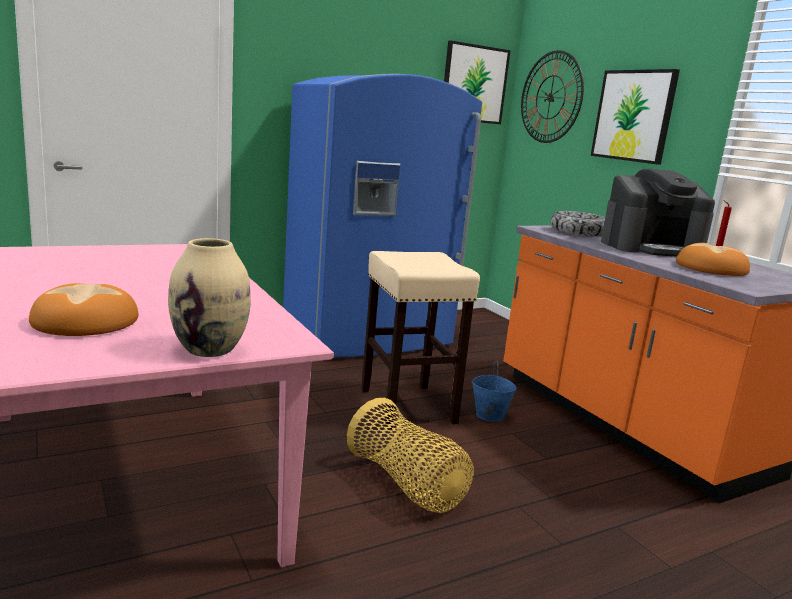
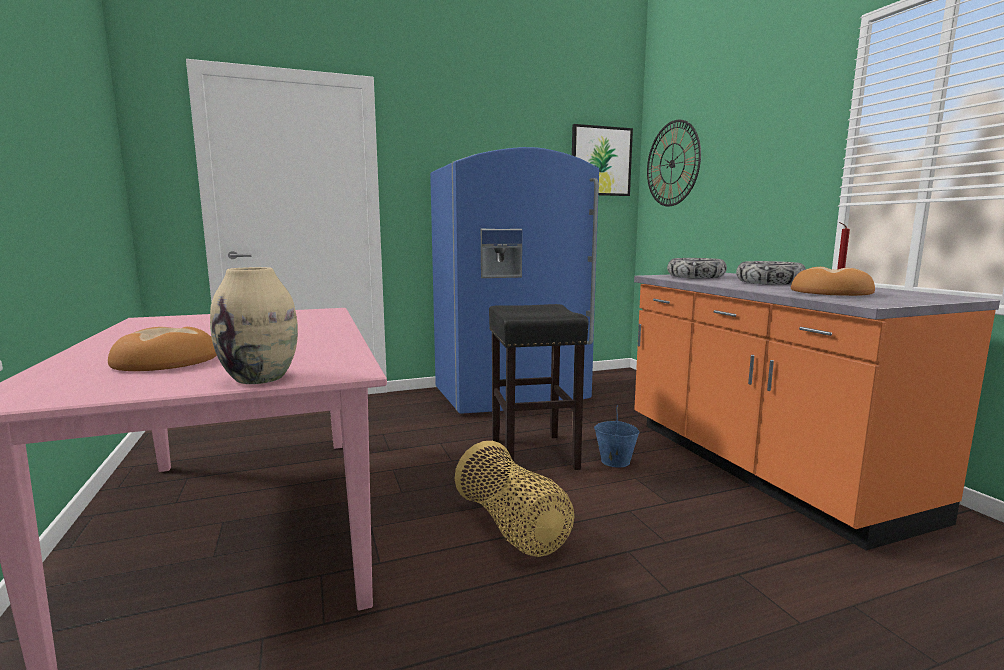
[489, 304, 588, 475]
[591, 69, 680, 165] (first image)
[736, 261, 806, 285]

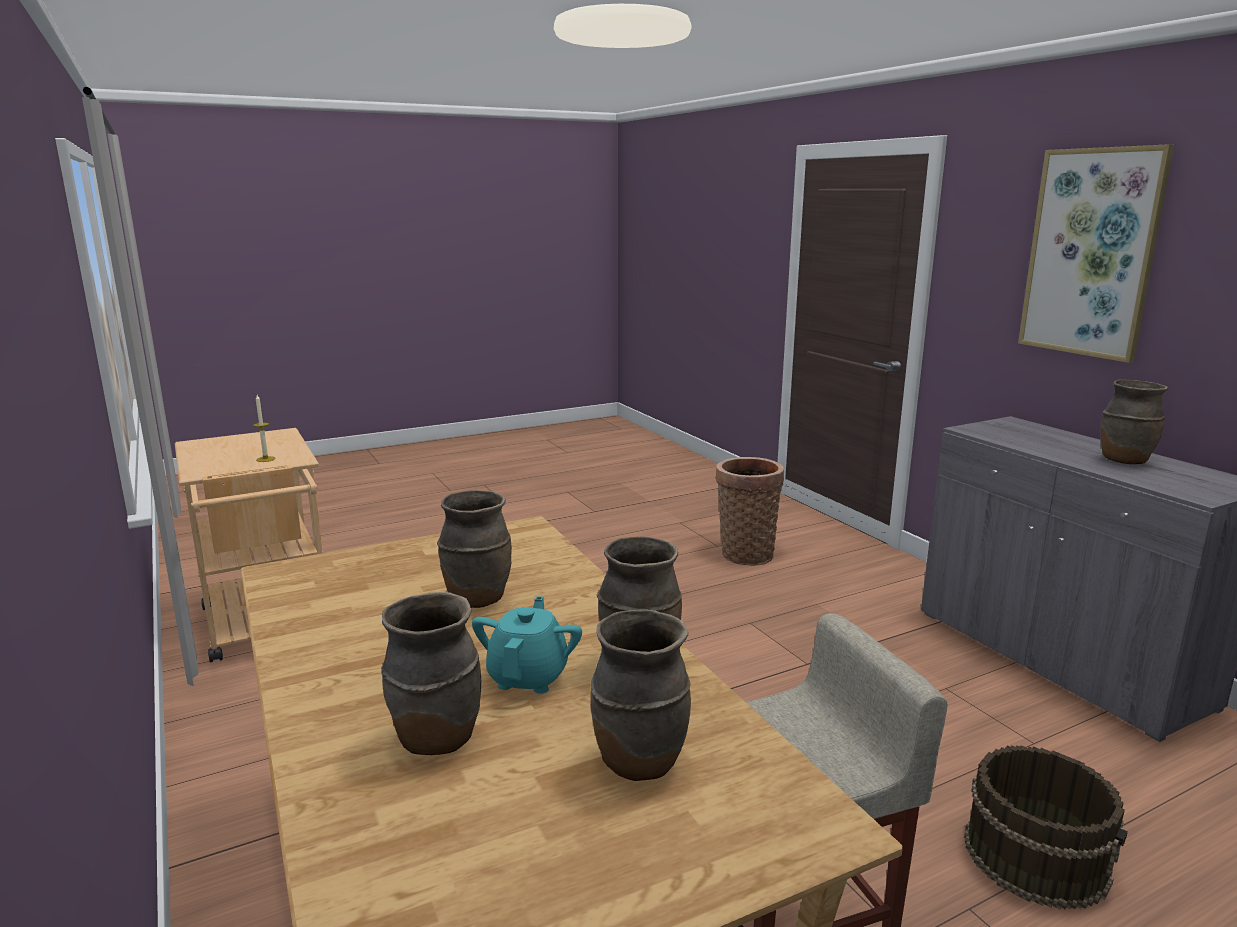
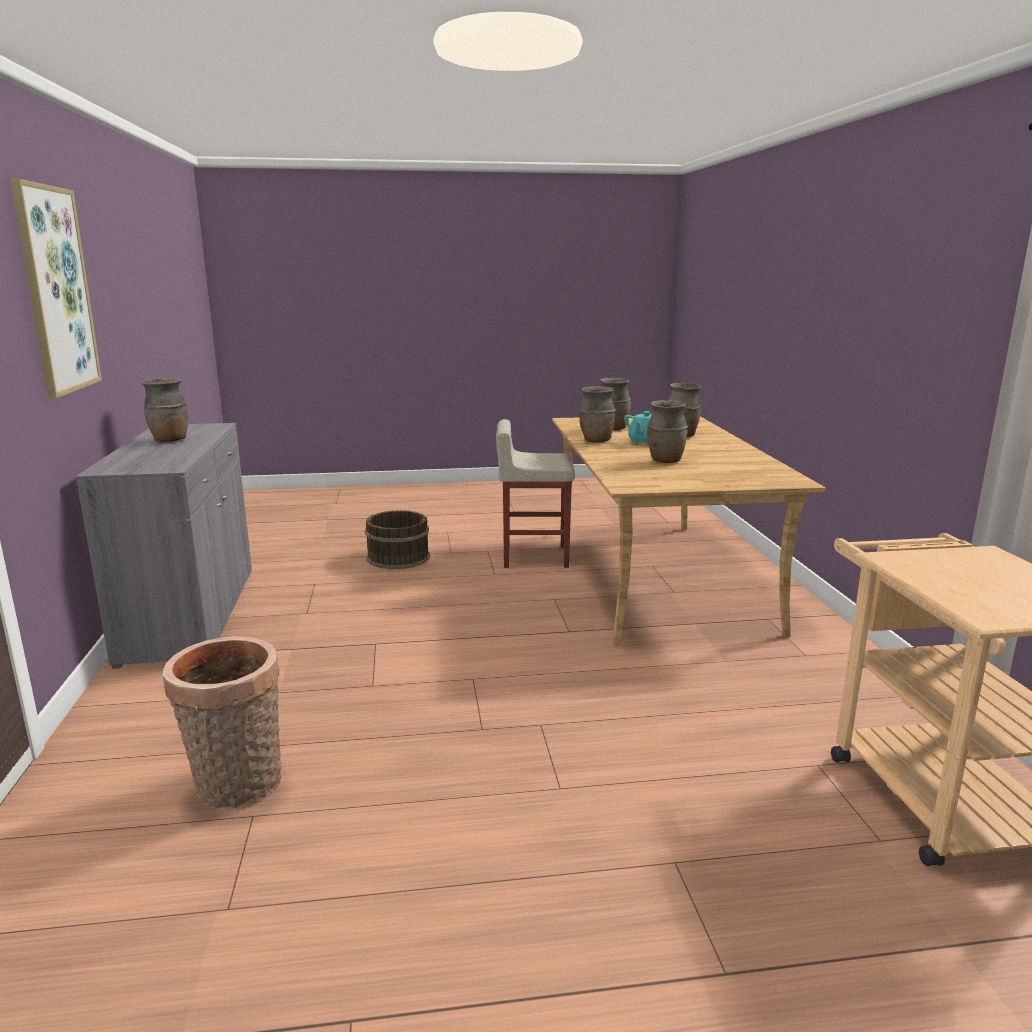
[253, 395, 275, 462] (first image)

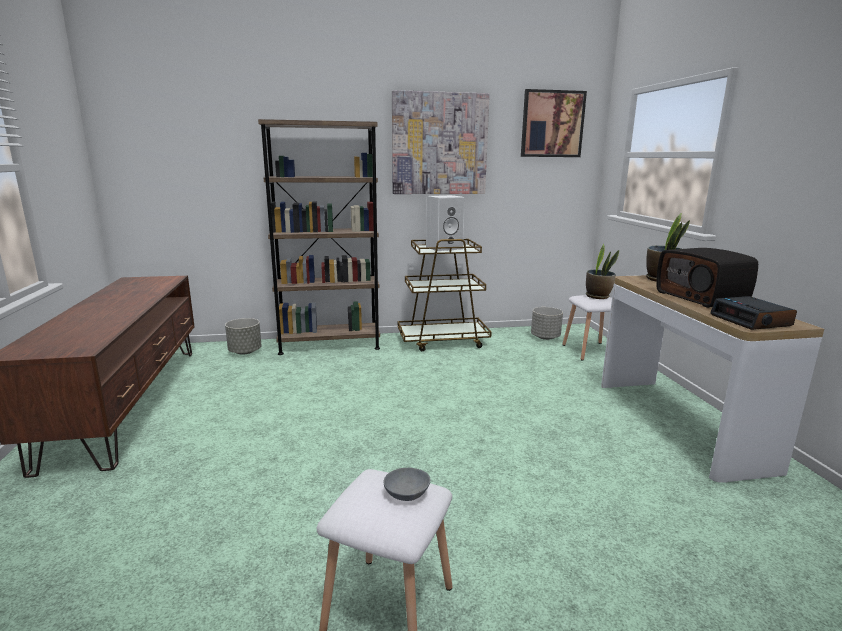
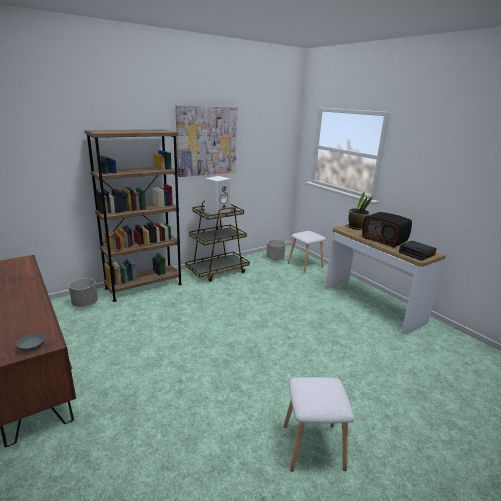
[16, 334, 45, 352]
[521, 89, 587, 157] (first image)
[586, 244, 619, 299] (first image)

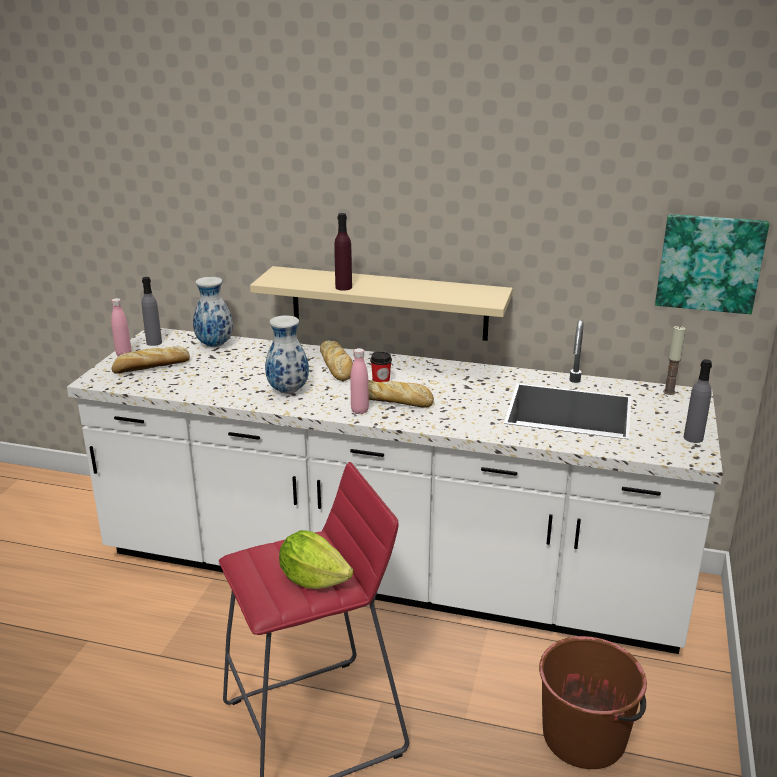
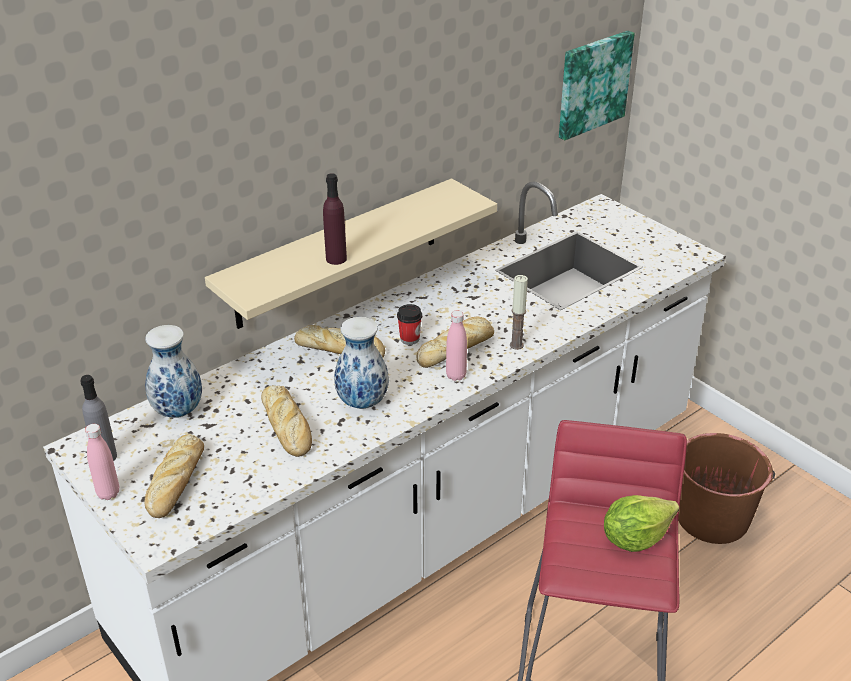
[510, 275, 528, 350]
[684, 359, 712, 443] (first image)
[261, 385, 312, 457]

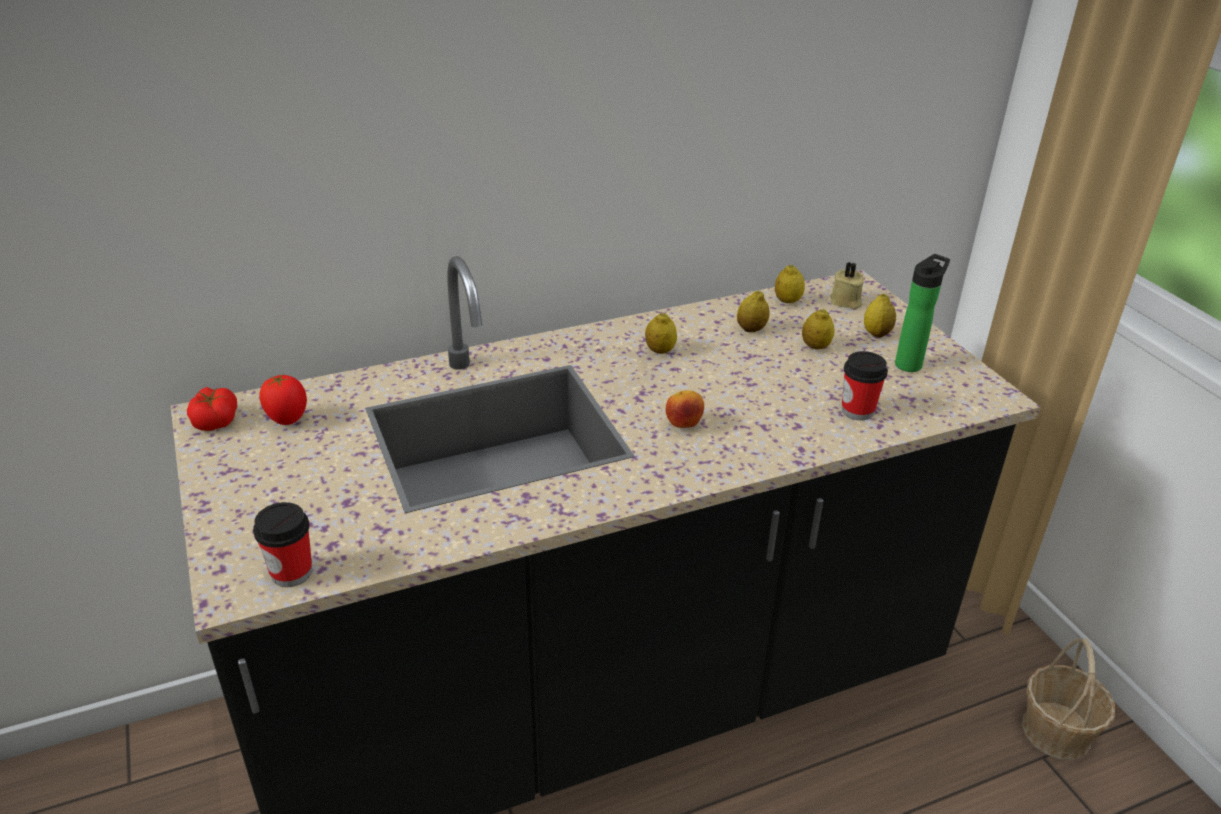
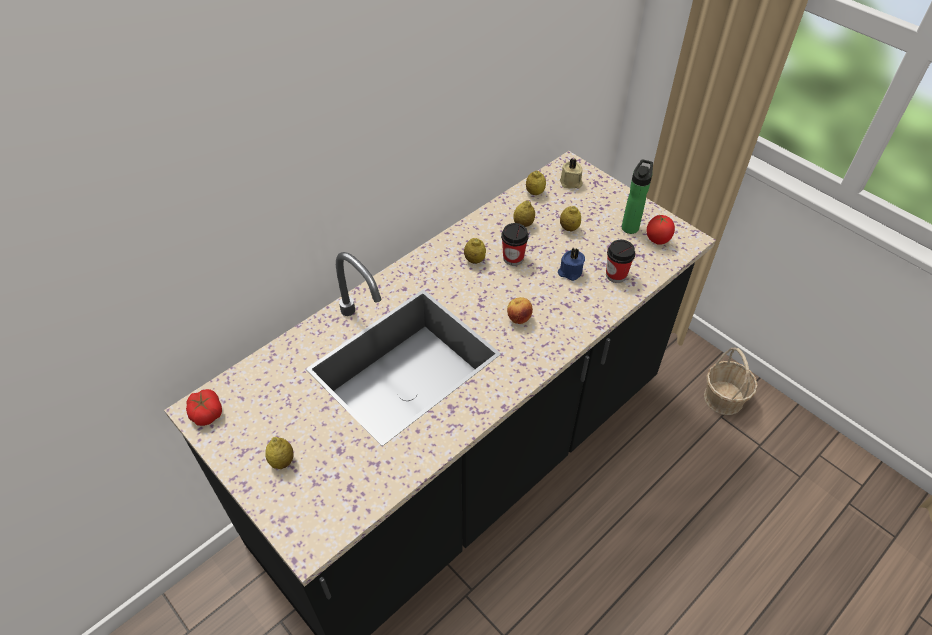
[501, 223, 529, 266]
[647, 215, 675, 245]
[265, 437, 294, 469]
[558, 248, 585, 281]

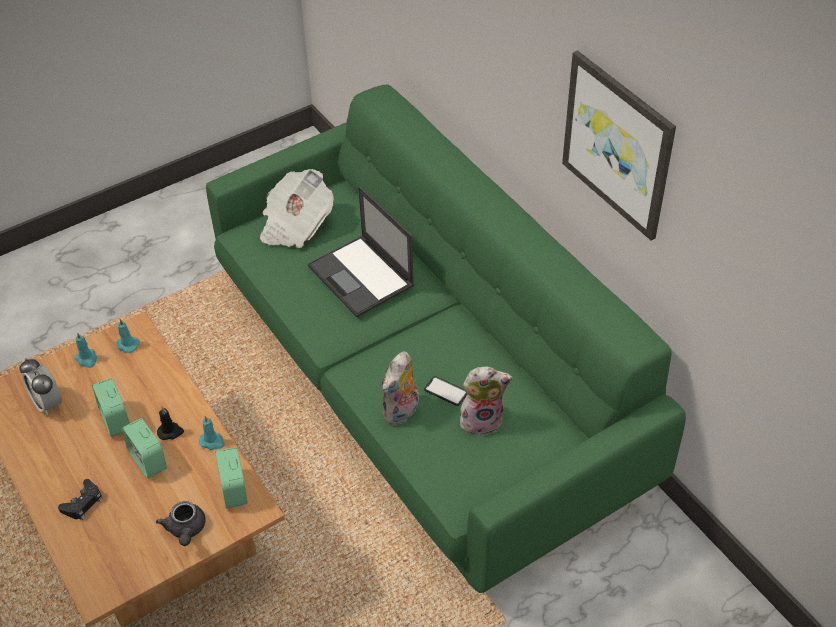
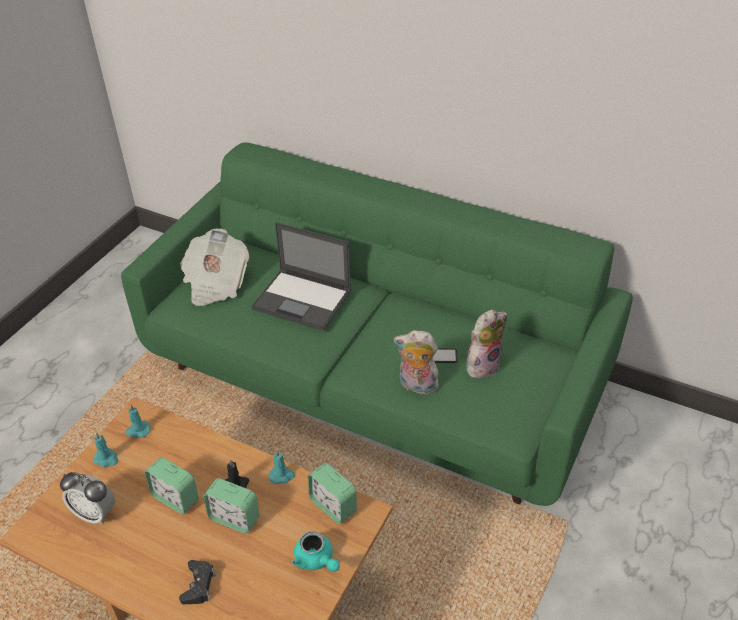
[292, 531, 340, 572]
[394, 330, 441, 395]
[562, 50, 676, 241] (first image)

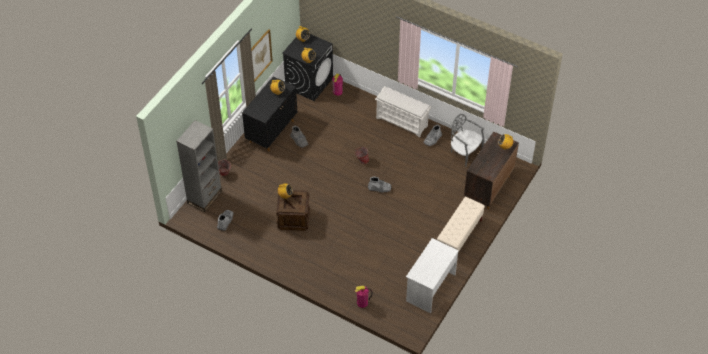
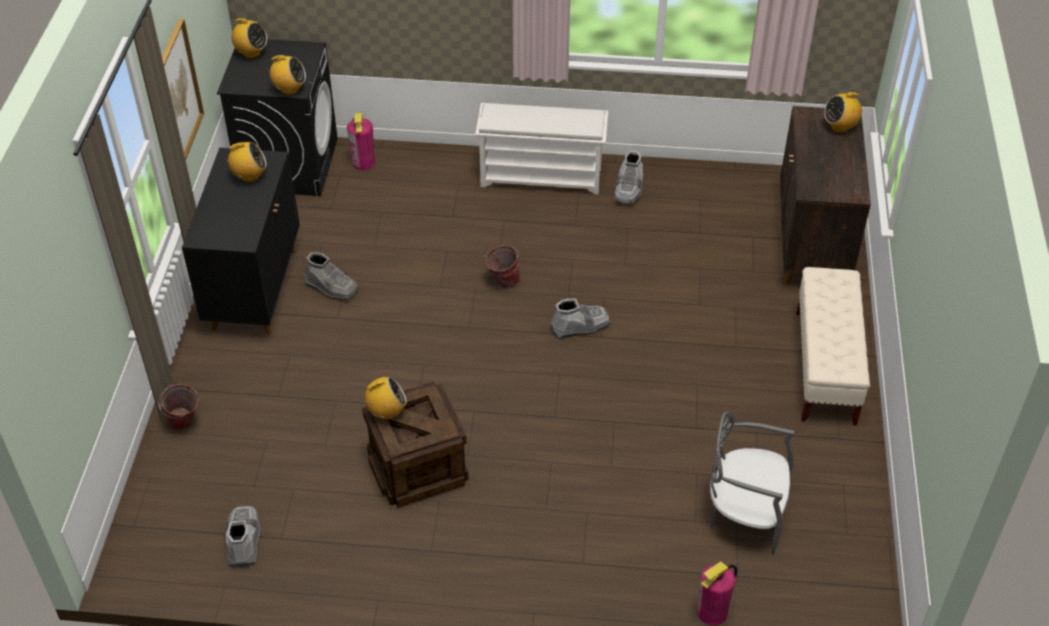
[176, 120, 222, 212] (first image)
[406, 238, 459, 313] (first image)
[710, 412, 794, 555]

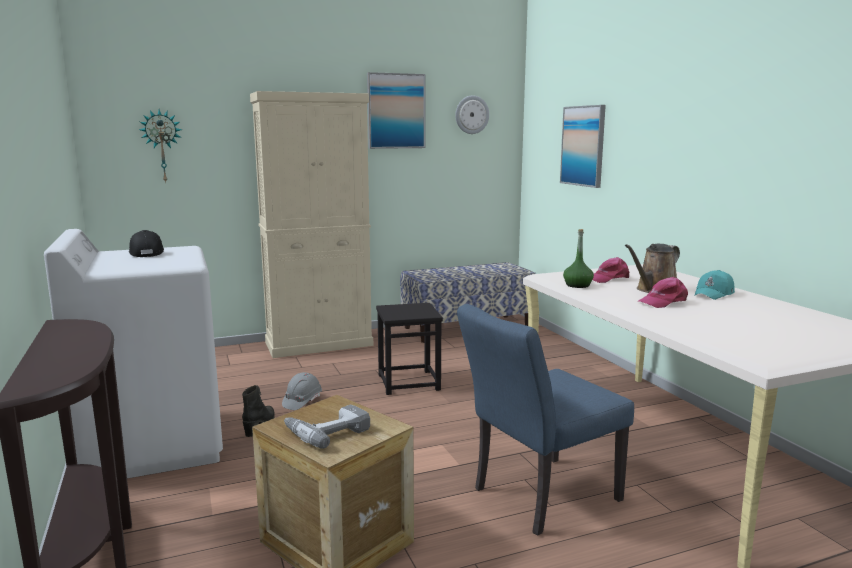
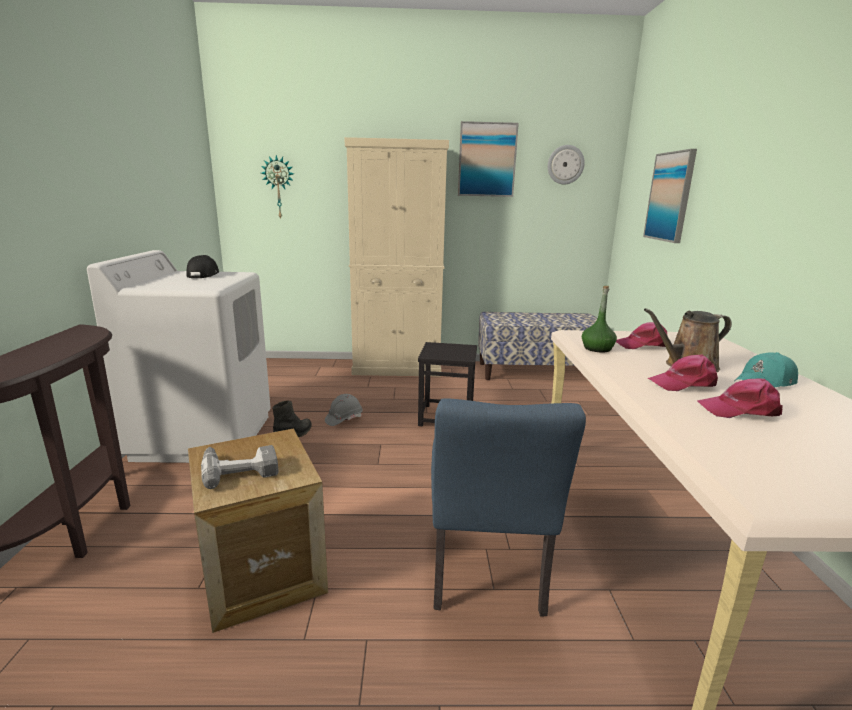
[431, 398, 586, 617]
[697, 379, 783, 418]

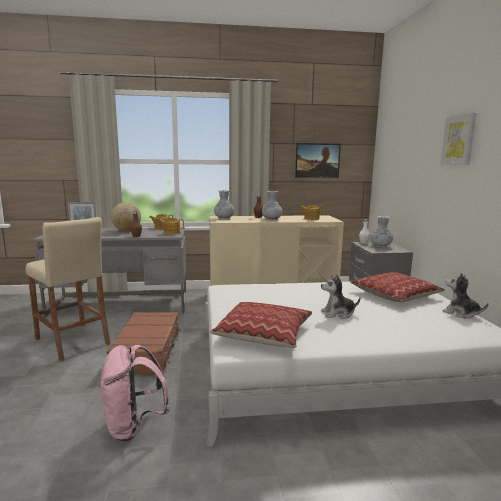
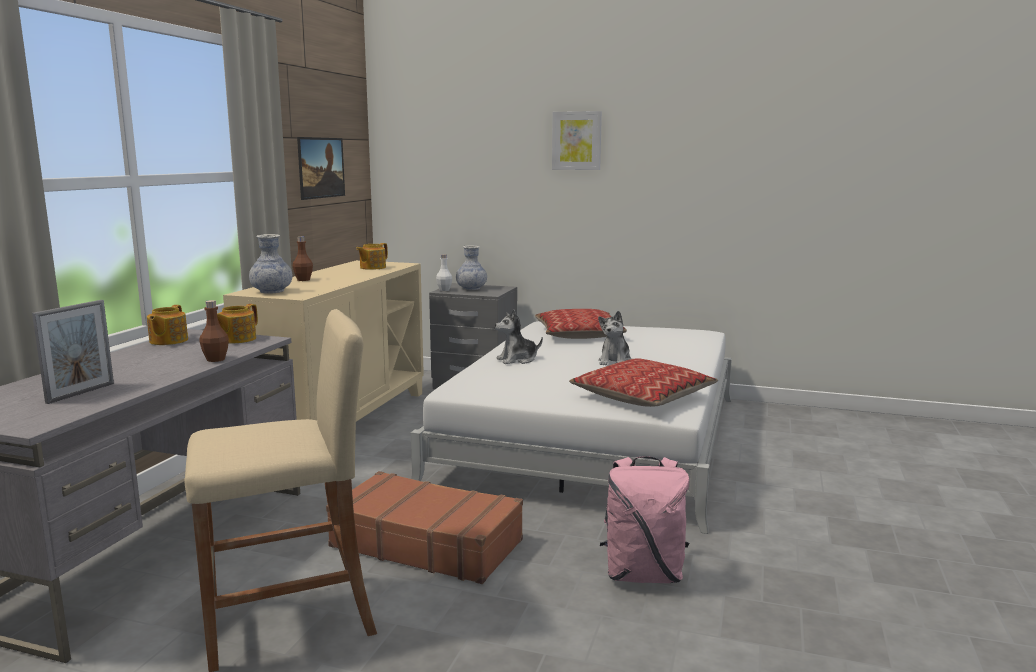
[111, 202, 141, 231] (first image)
[262, 191, 282, 220] (first image)
[495, 310, 543, 364]

